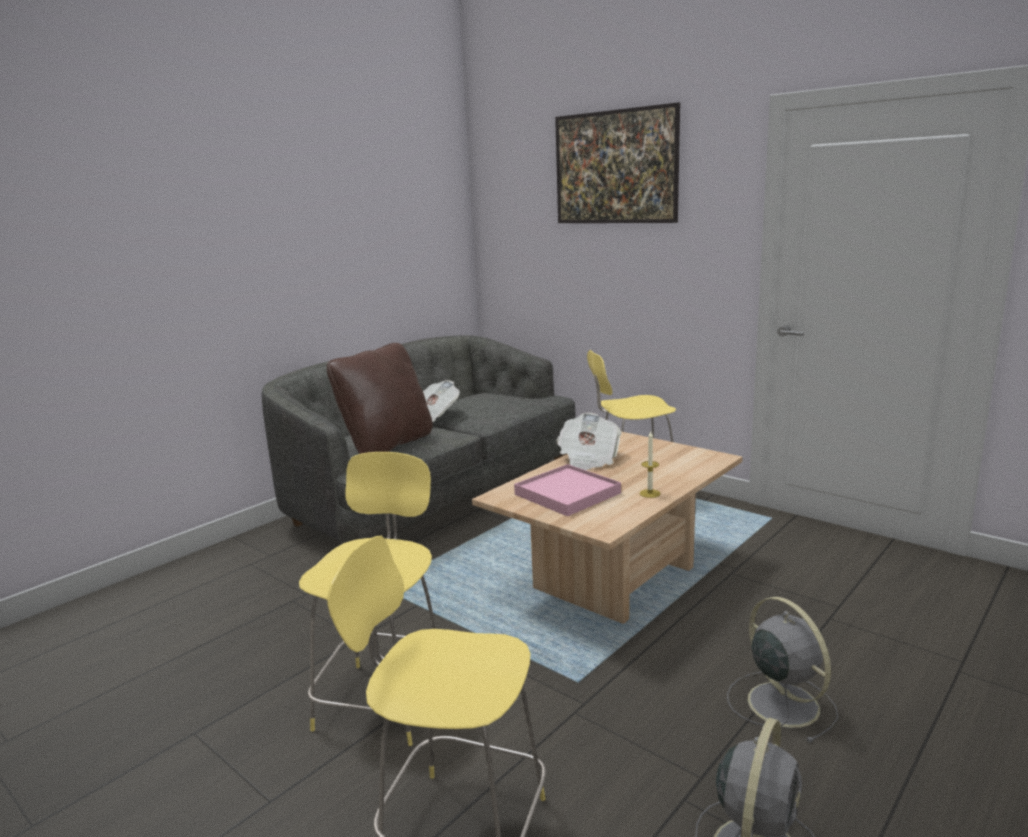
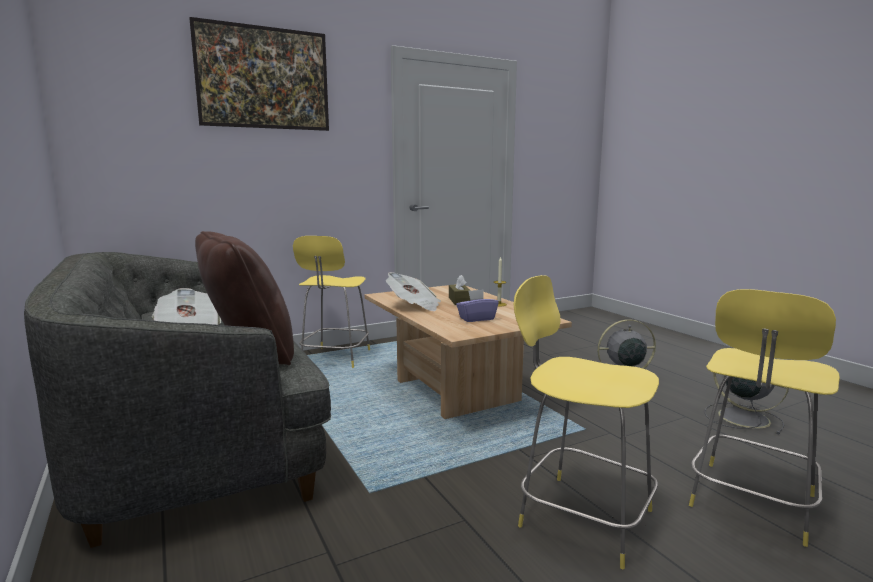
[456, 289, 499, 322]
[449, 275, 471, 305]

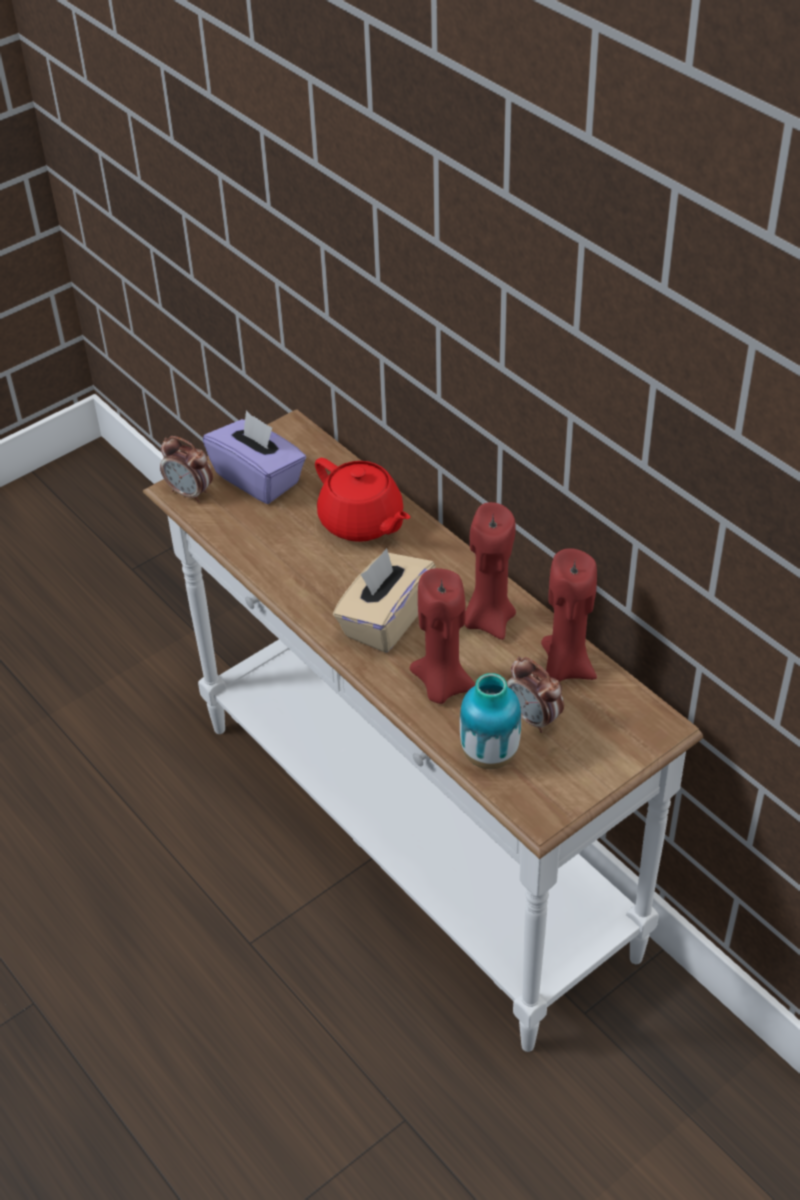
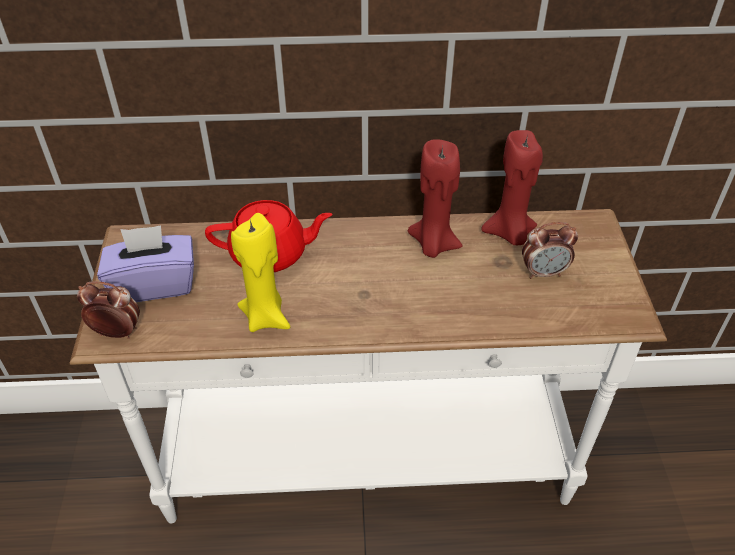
[77, 281, 140, 339]
[333, 548, 436, 653] (first image)
[410, 568, 476, 704] (first image)
[460, 673, 521, 769] (first image)
[231, 213, 290, 332]

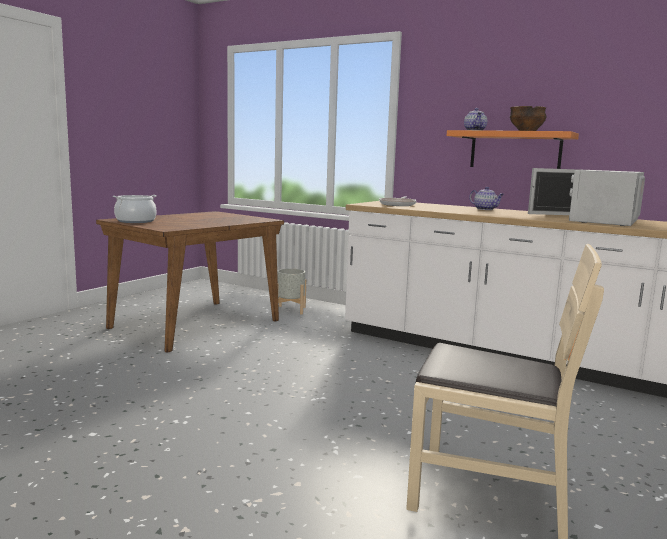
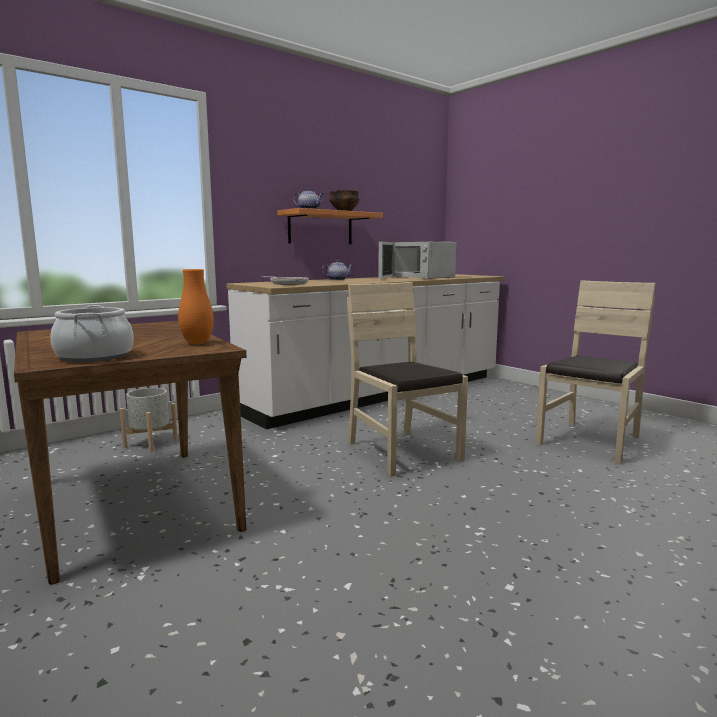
[178, 269, 214, 344]
[347, 282, 468, 477]

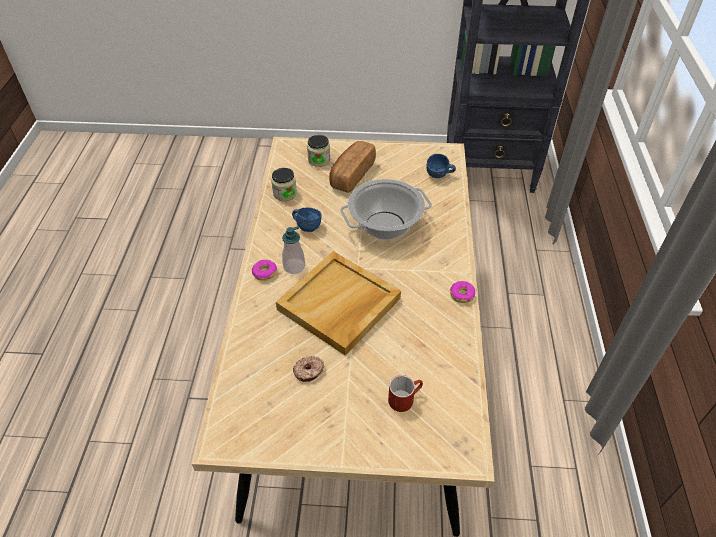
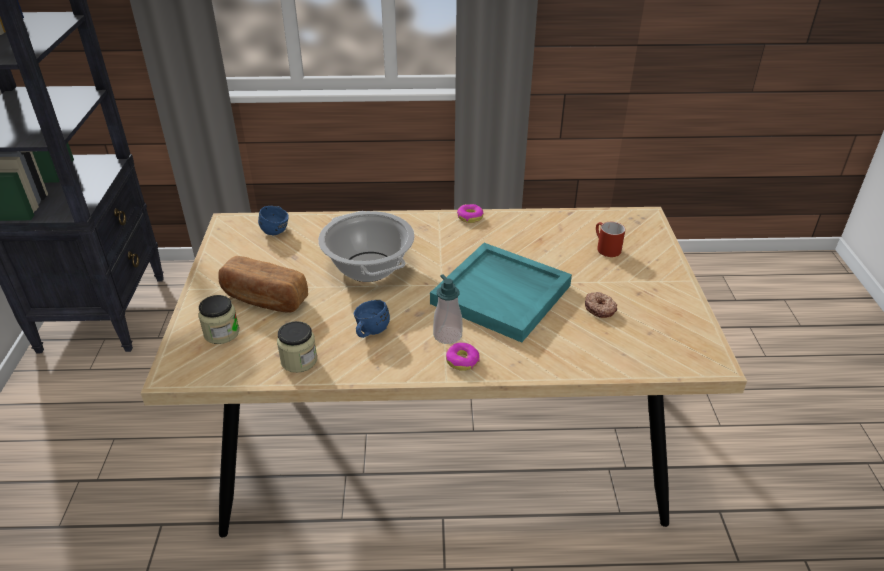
[430, 243, 572, 343]

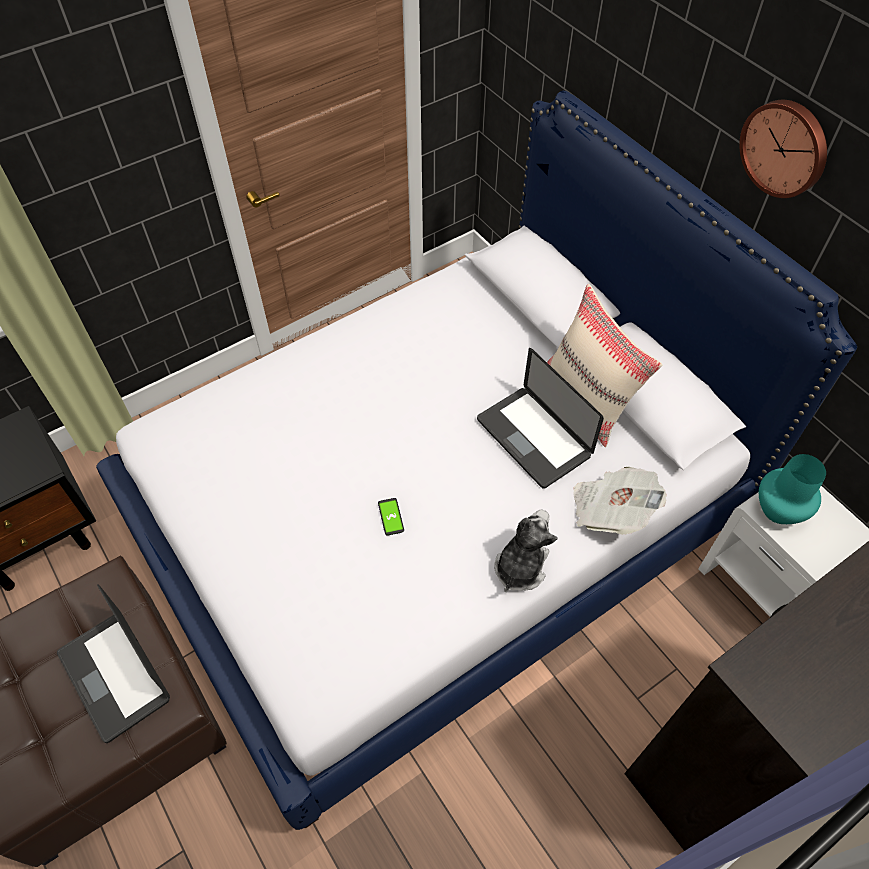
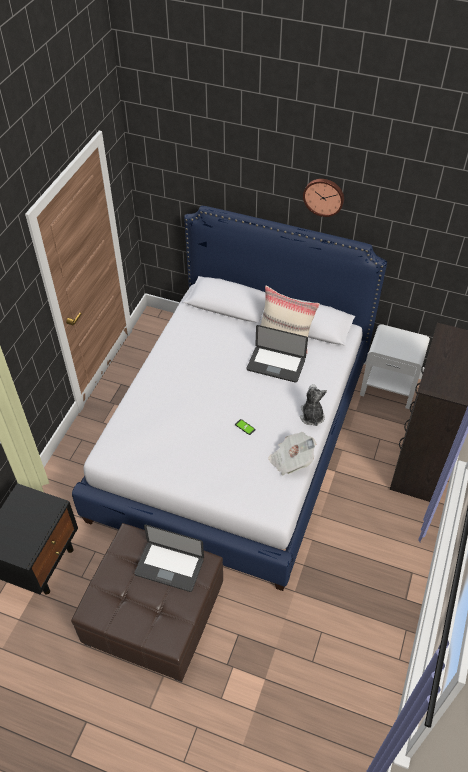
[268, 432, 316, 475]
[759, 454, 826, 524] (first image)

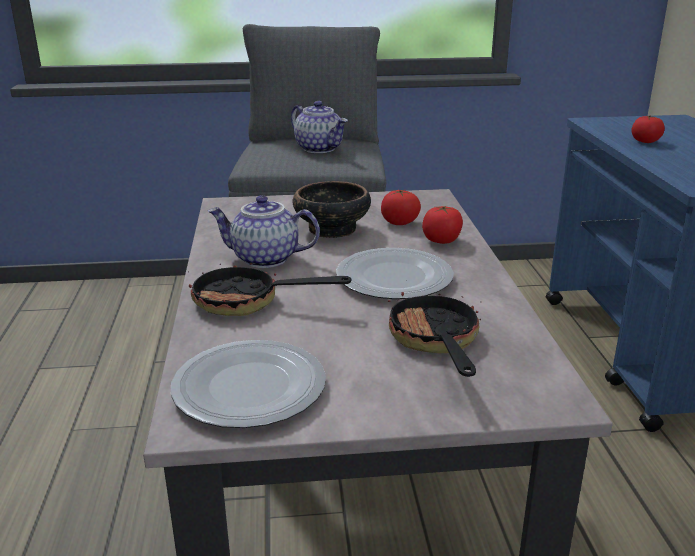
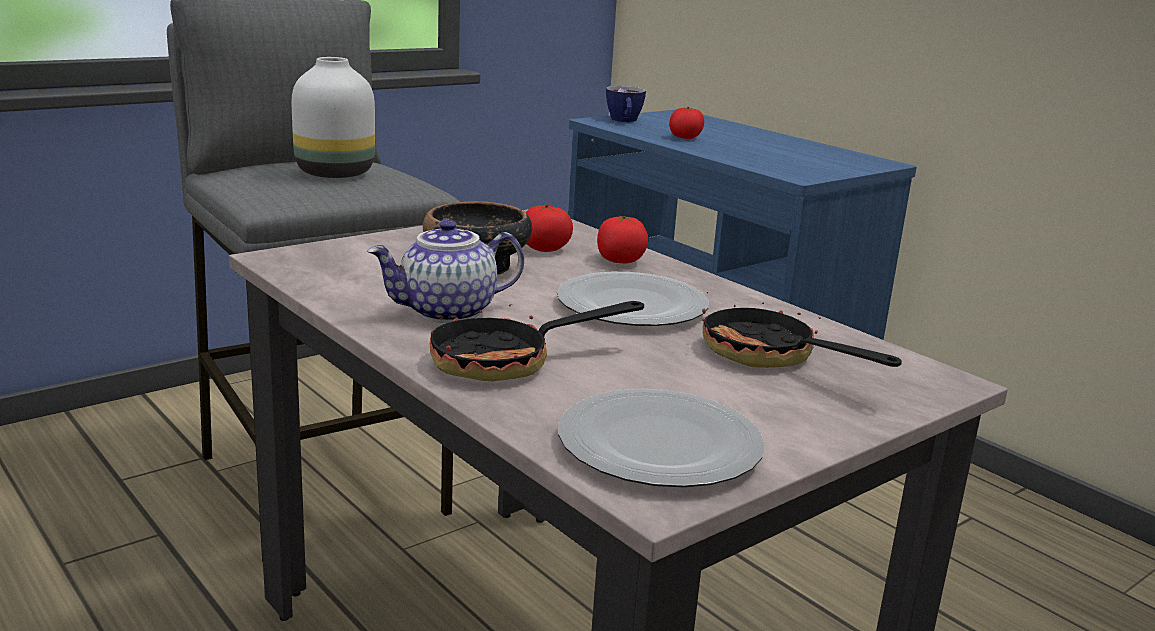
[292, 57, 375, 178]
[606, 86, 646, 122]

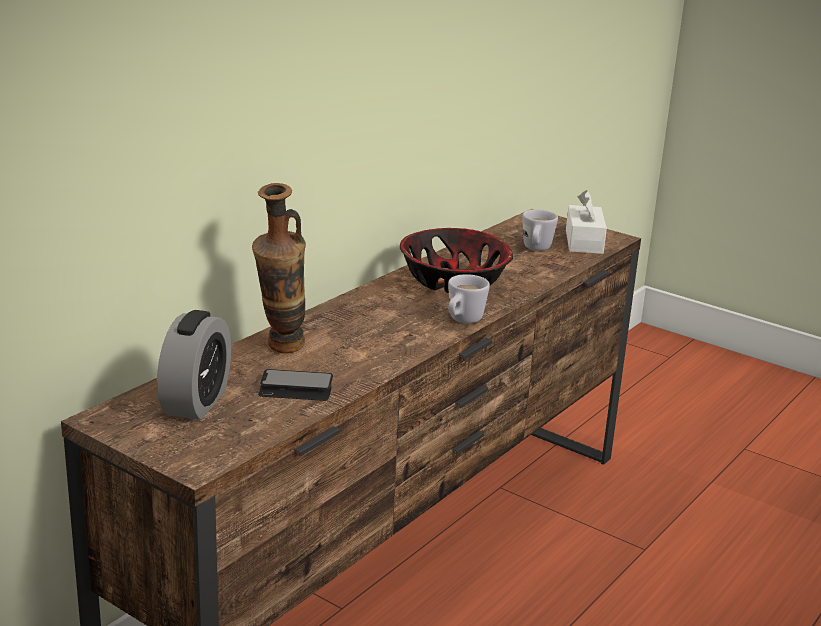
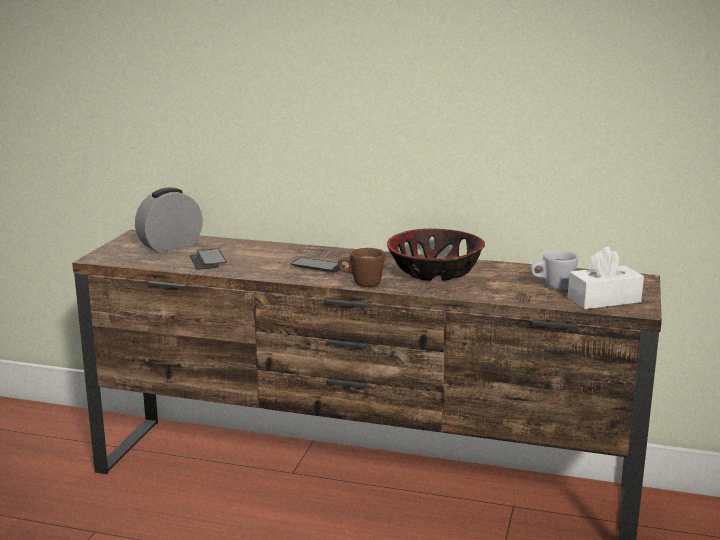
[135, 187, 203, 253]
[252, 183, 306, 353] (first image)
[338, 248, 385, 287]
[291, 257, 345, 272]

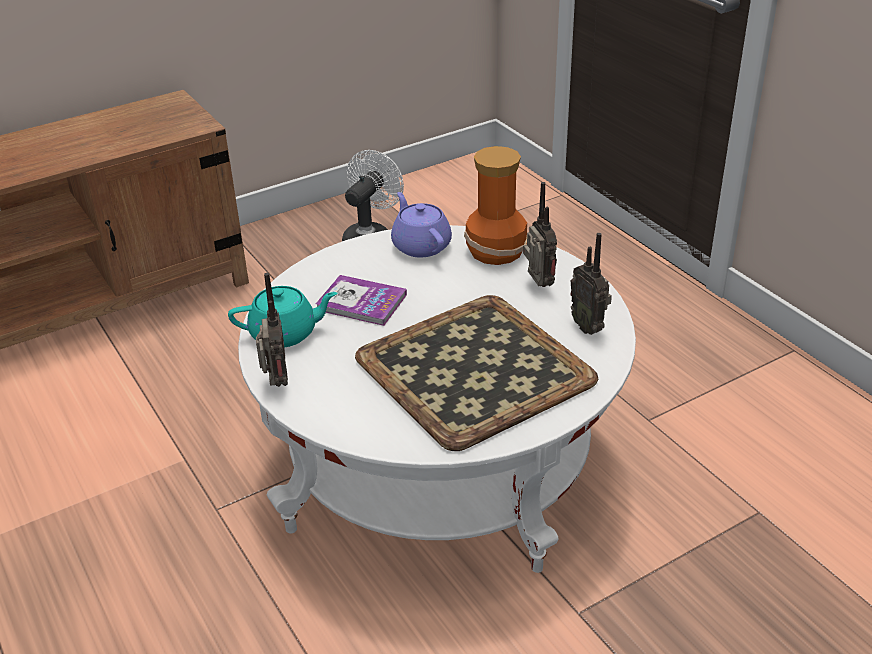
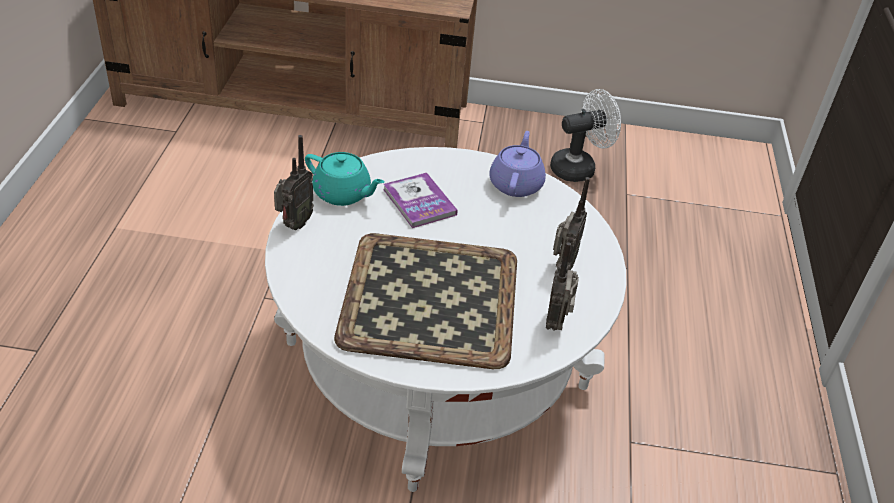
[464, 146, 527, 265] (first image)

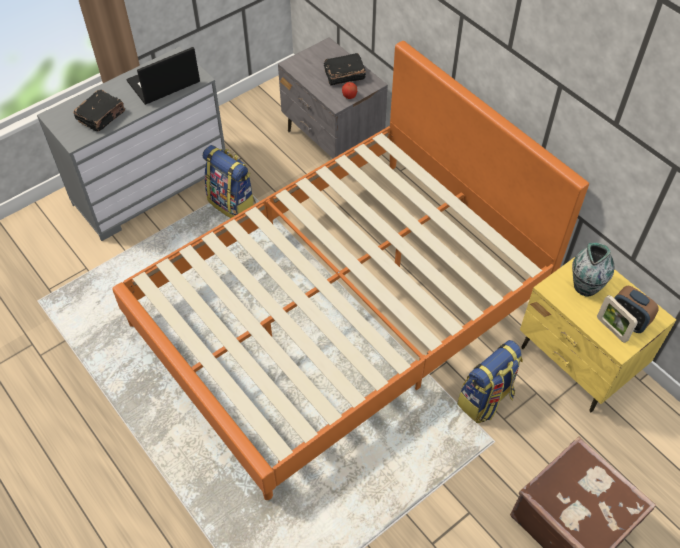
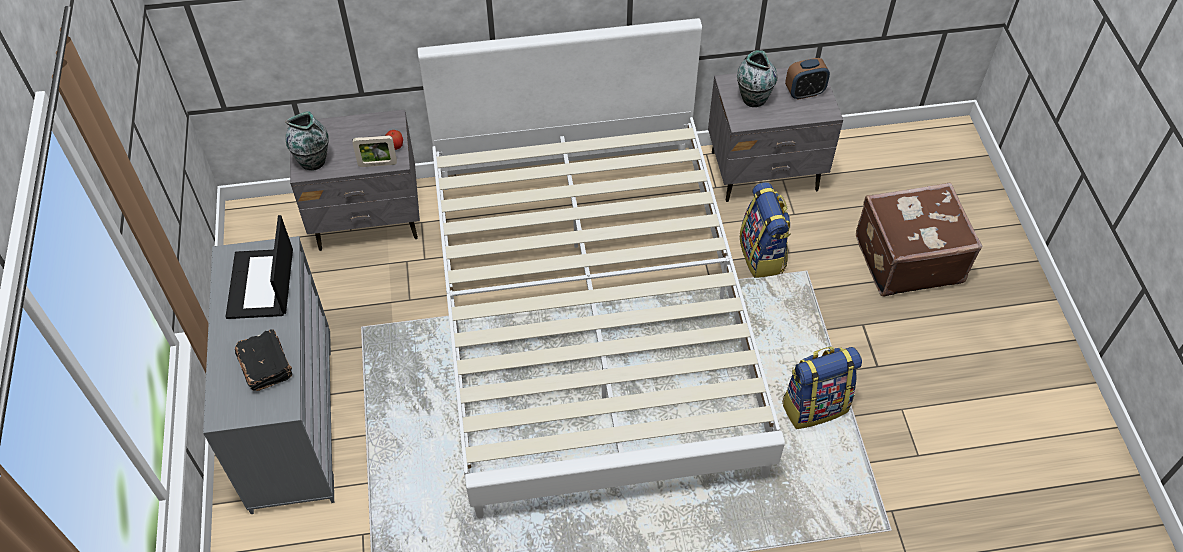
[417, 18, 785, 518]
[782, 347, 862, 429]
[324, 53, 366, 86] (first image)
[708, 67, 843, 202]
[353, 135, 397, 167]
[285, 111, 329, 171]

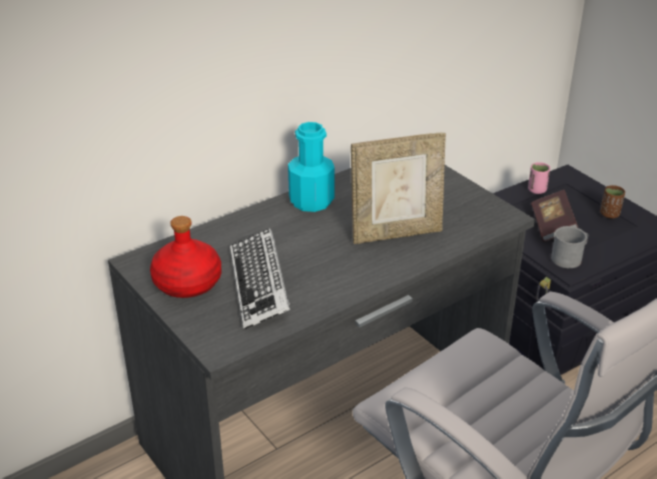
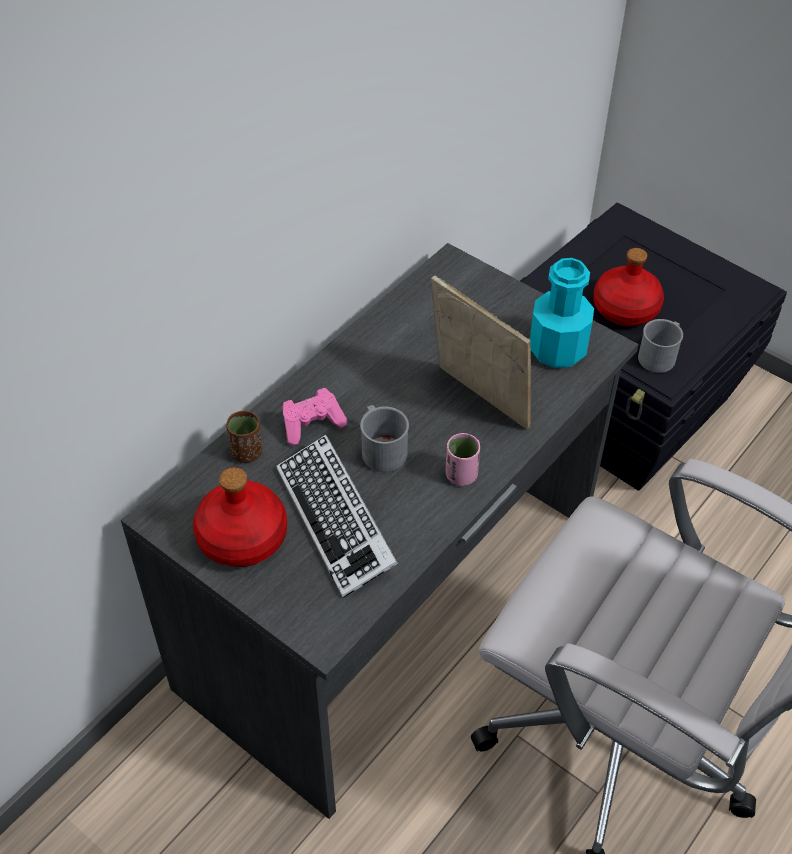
[530, 258, 594, 368]
[431, 275, 531, 430]
[446, 433, 480, 486]
[593, 248, 664, 327]
[226, 411, 262, 463]
[283, 388, 347, 446]
[360, 405, 409, 472]

